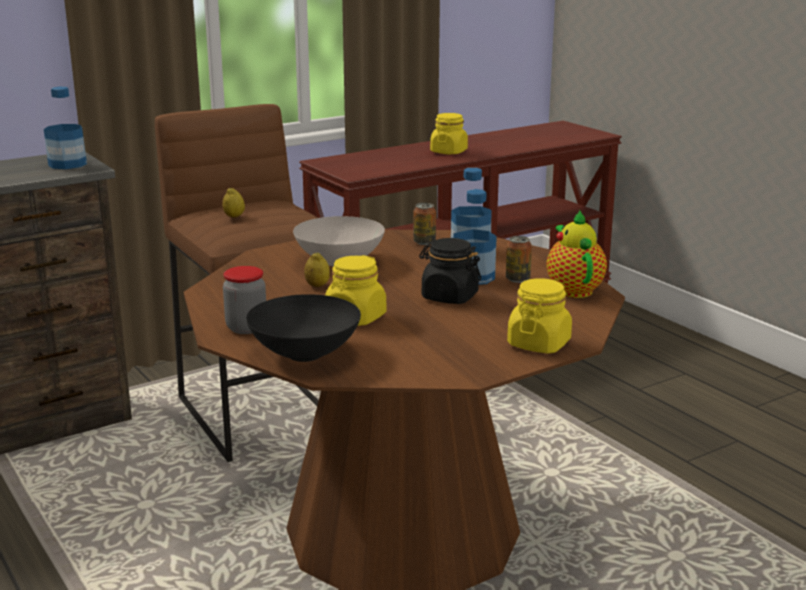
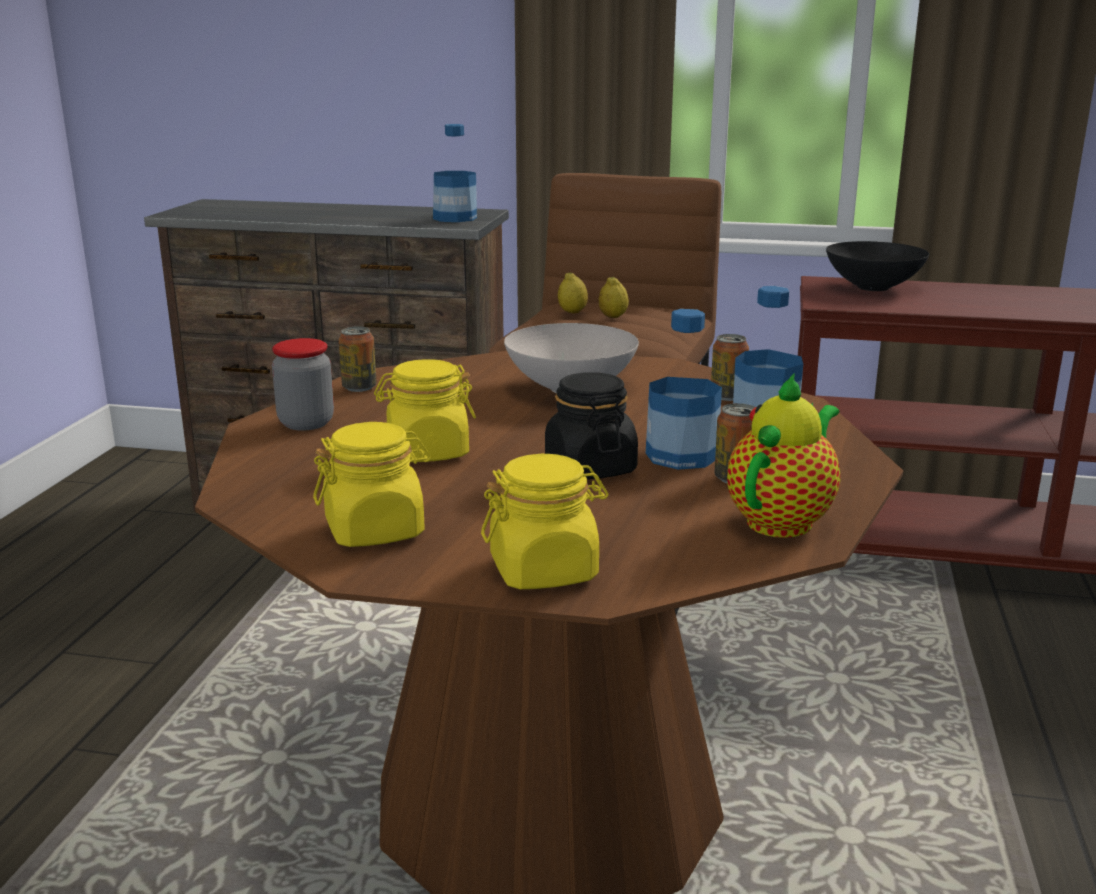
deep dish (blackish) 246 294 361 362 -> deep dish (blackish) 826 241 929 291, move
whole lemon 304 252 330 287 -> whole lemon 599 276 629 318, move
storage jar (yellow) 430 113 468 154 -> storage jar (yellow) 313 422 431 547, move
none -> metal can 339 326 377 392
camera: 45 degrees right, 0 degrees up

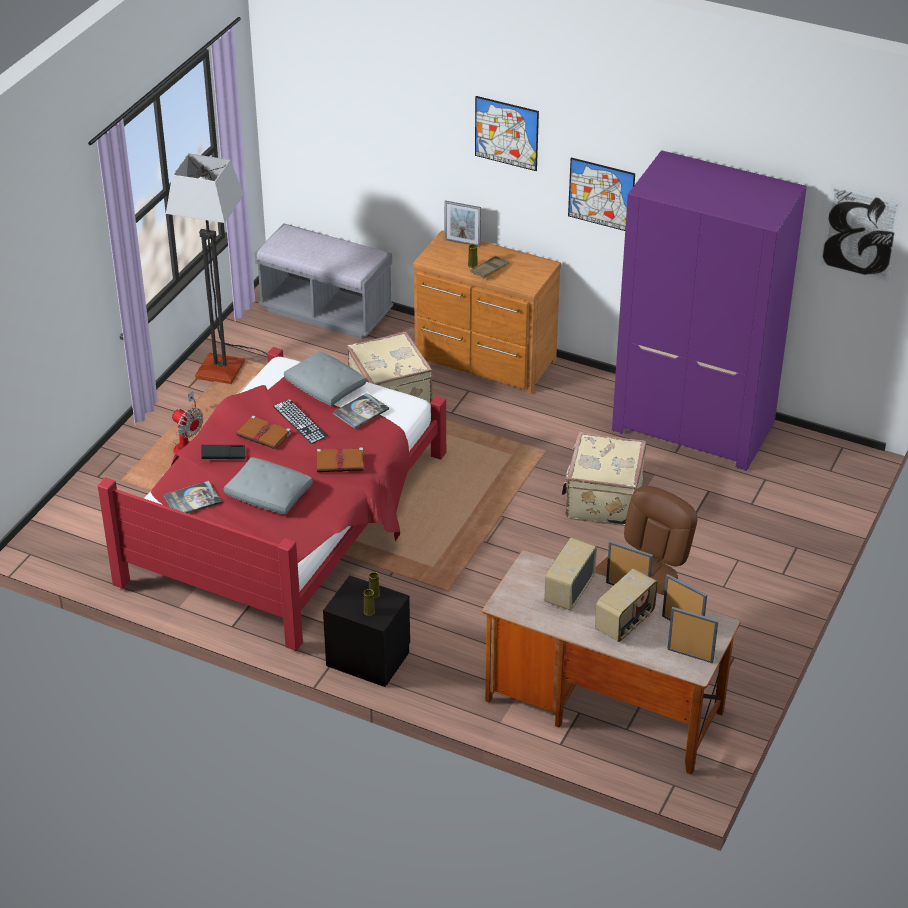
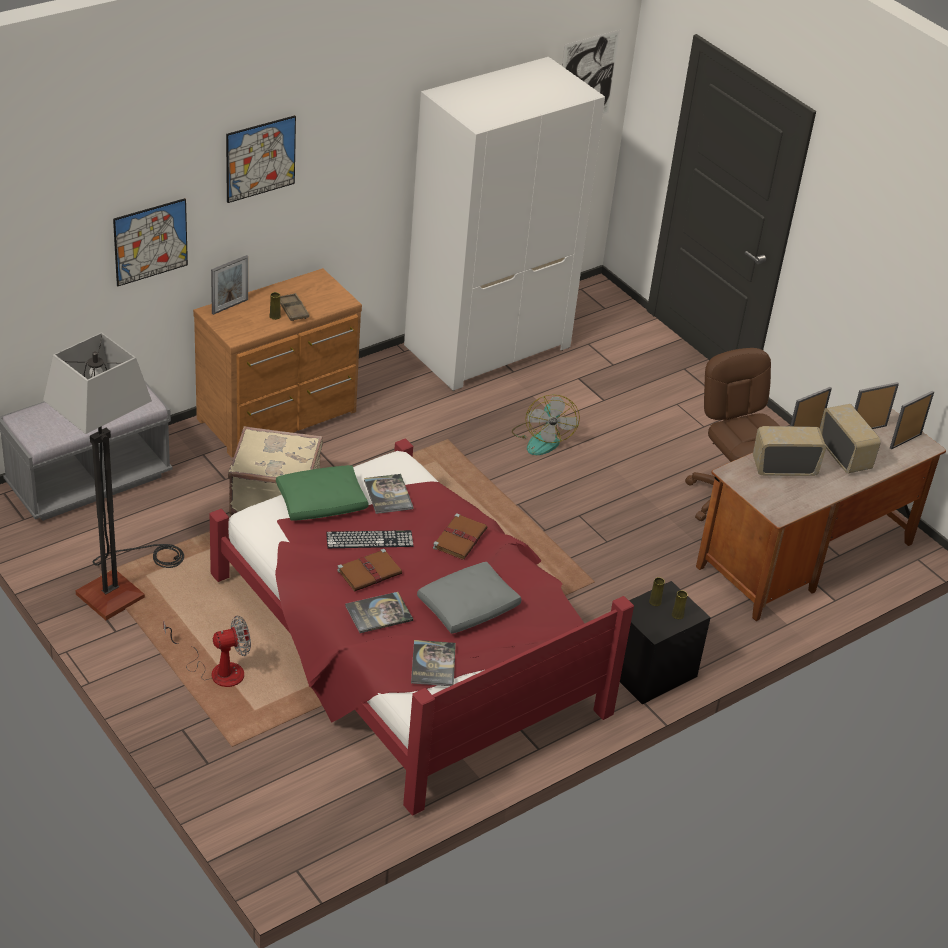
carrying tray (blackish) 201 445 245 459 -> volume 345 592 413 633
cushion (gray) 284 351 366 406 -> cushion (green) 276 465 369 521
radio 544 537 597 611 -> radio 753 426 826 476, 120 degrees clockwise
travel case (sand-coloured) 562 432 646 526 -> cooling fan 512 394 580 455
wall art 568 157 635 231 -> wall art 113 198 188 286, move
clothes cupboard (purple) 612 150 807 471 -> clothes cupboard (white-coloured) 404 57 605 391
camera: 65 degrees left, 0 degrees up

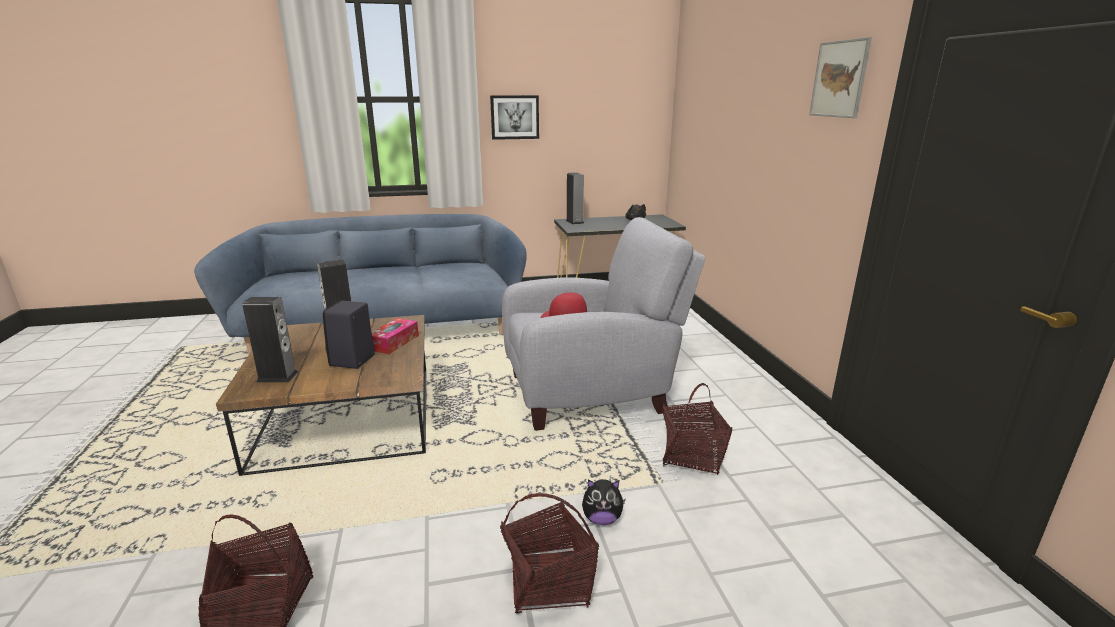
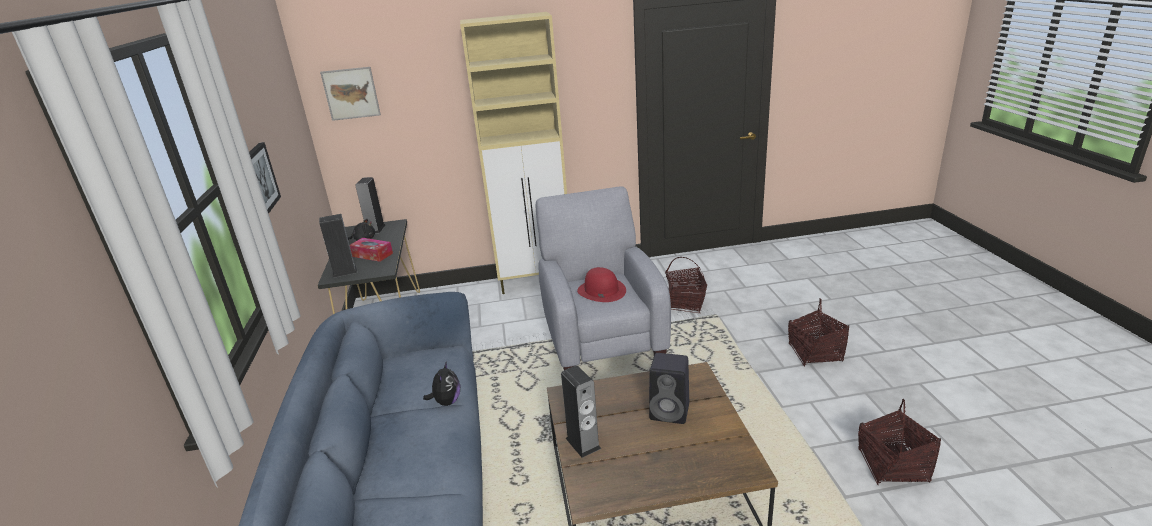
audio speaker 242 297 298 382 -> audio speaker 355 177 385 233, move
tissue holder 372 318 419 354 -> tissue holder 350 238 393 262, move
cuddly toy 582 479 626 525 -> cuddly toy 423 361 460 406, move
wall art 809 37 872 118 -> wall art 320 67 381 121, move
none -> cupboard (sand-coloured) 460 12 567 294
camera: 85 degrees left, 5 degrees up

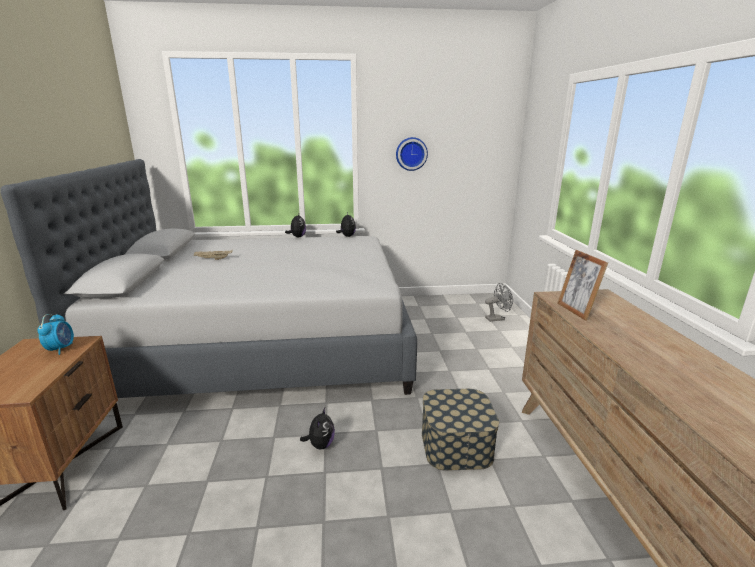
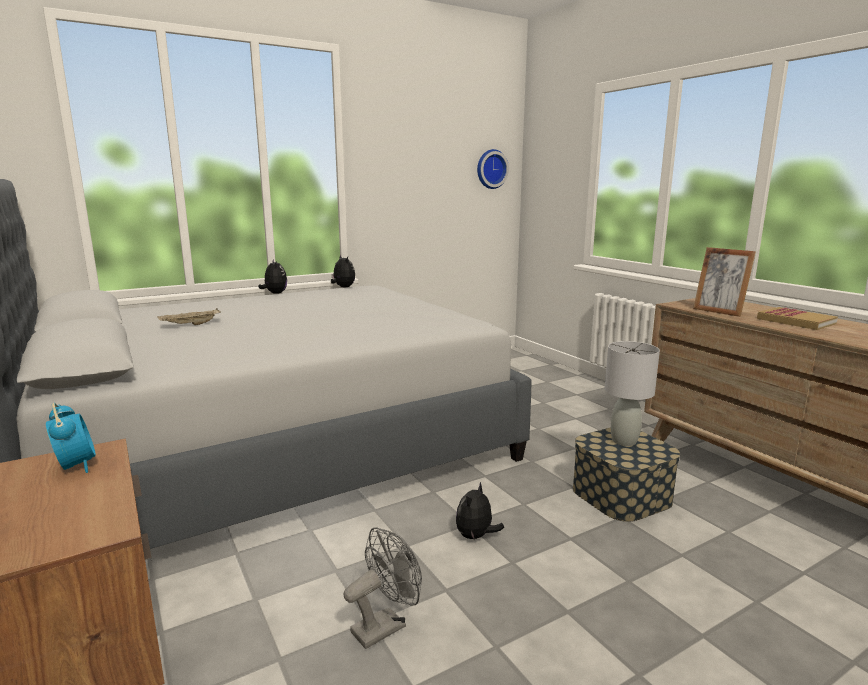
cuddly toy 300 408 335 449 -> cuddly toy 456 482 504 540, 135 degrees counterclockwise
hanging clock 396 137 428 171 -> hanging clock 477 149 509 189, move
cooling fan (gray) 485 283 513 322 -> cooling fan (gray) 343 527 422 649, move
none -> tabletop lamp (gray) 605 341 660 446
none -> volume 757 307 838 330
camera: 25 degrees left, 5 degrees down

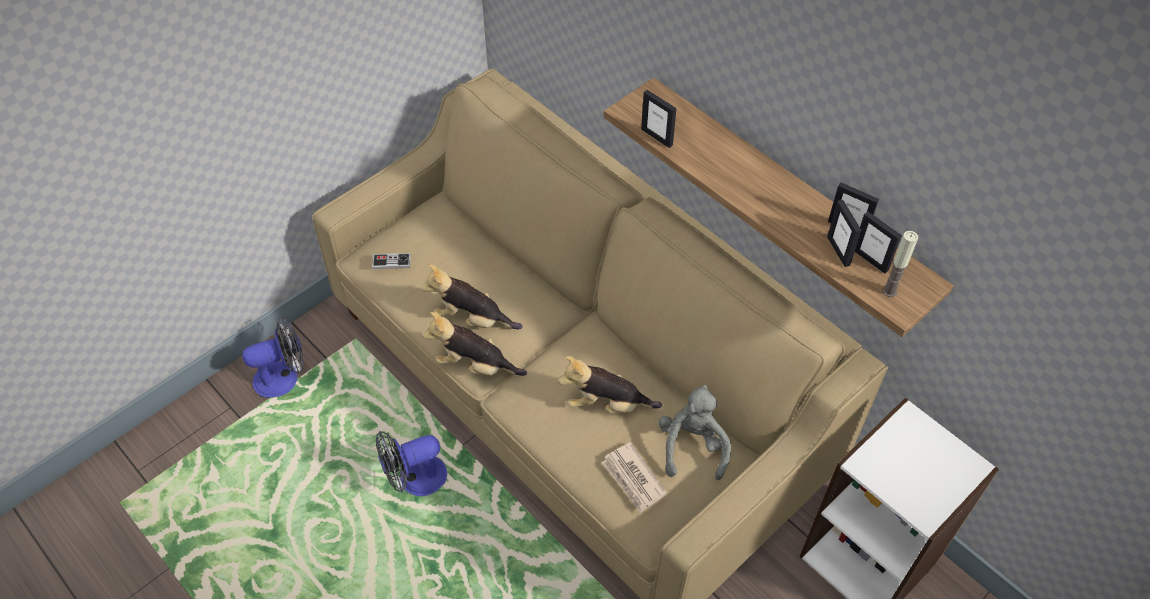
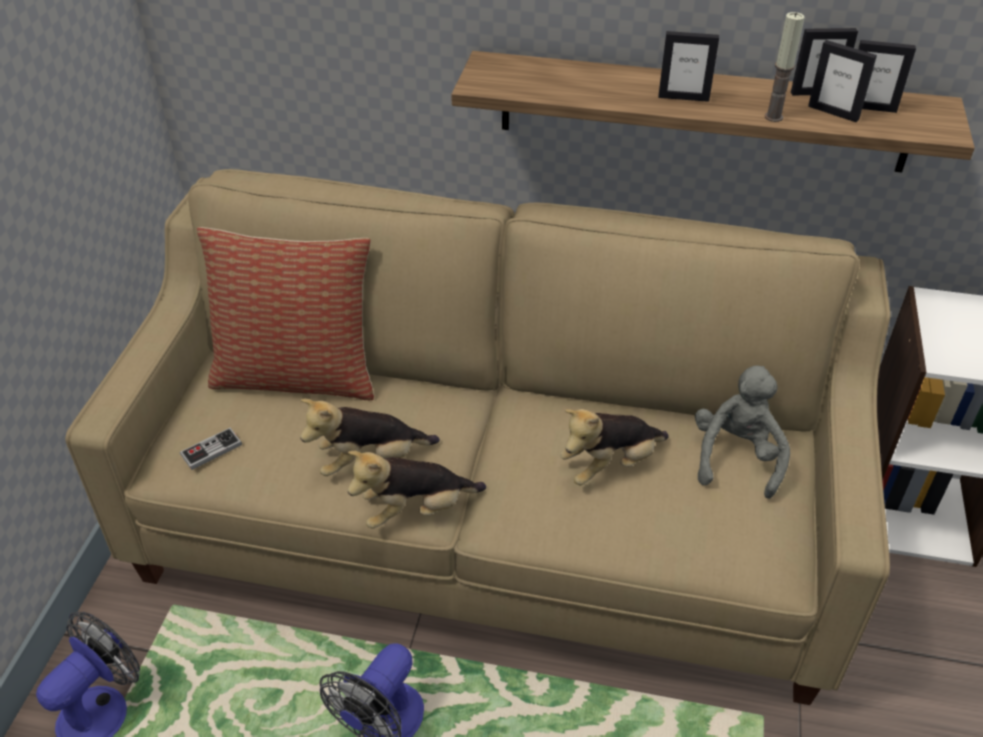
newspaper 602 442 667 513 -> none
photo frame 641 90 677 148 -> photo frame 658 31 719 102, move
cuddly toy (gray) 658 385 731 480 -> cuddly toy (gray) 695 365 790 499, 45 degrees clockwise
wax candle 882 231 918 297 -> wax candle 765 12 805 122, move
none -> cushion 197 227 374 400
camera: 35 degrees left, 10 degrees down

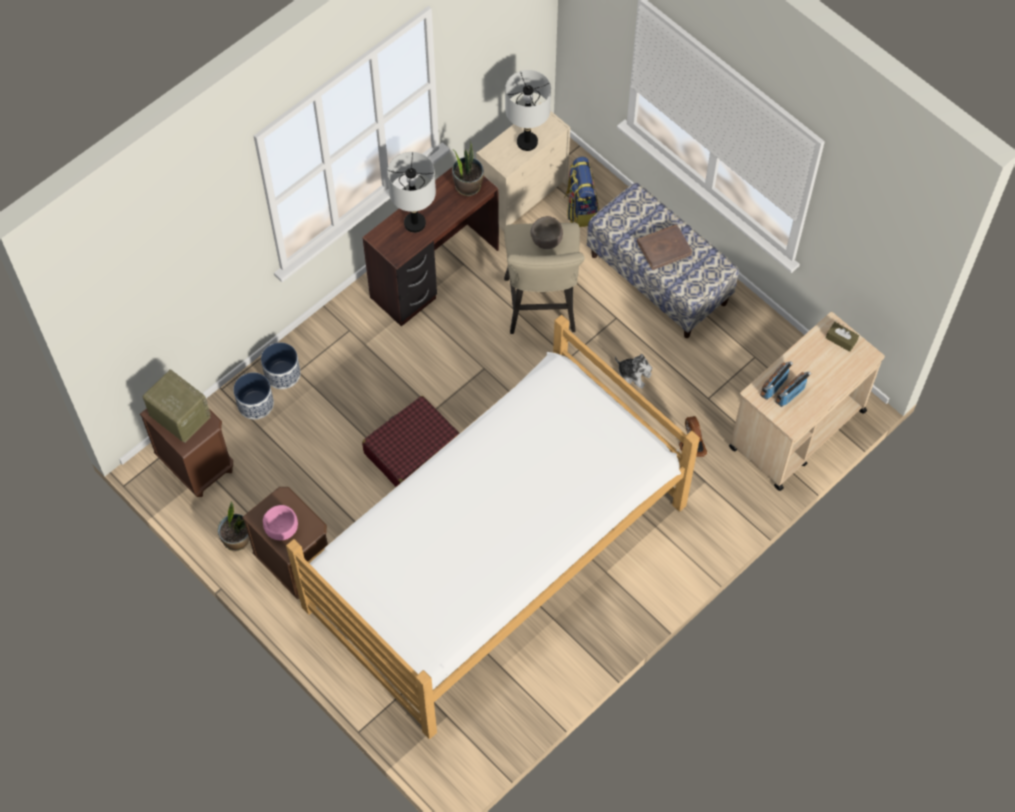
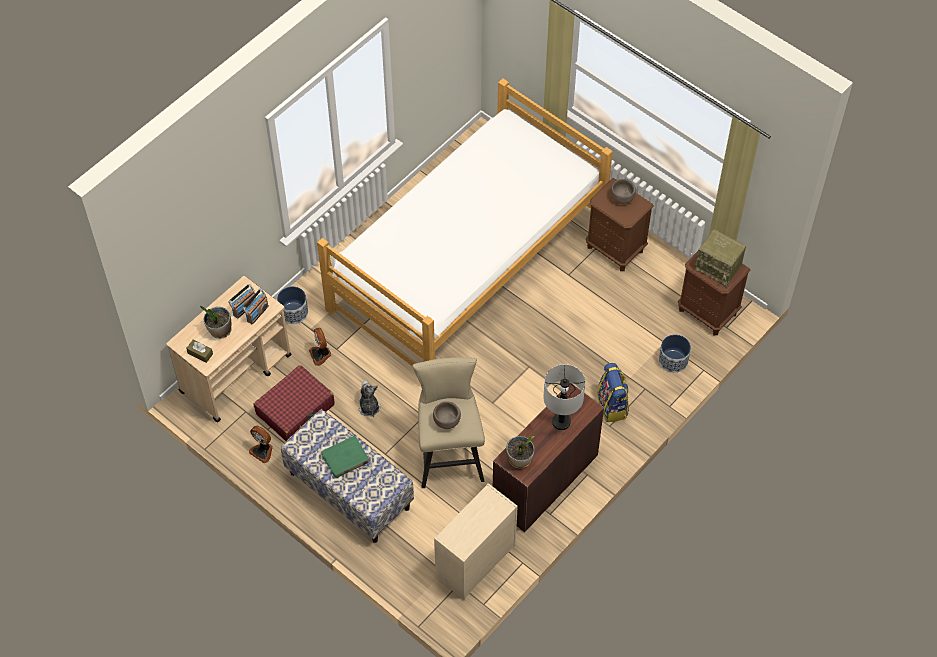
houseplant 218 501 250 551 -> houseplant 200 306 232 339, move
planter 261 342 301 389 -> planter 277 286 308 324, move
deep dish (pinkish) 263 505 298 540 -> deep dish (brownish) 610 179 636 204
travel case (red-coloured) 362 396 459 487 -> travel case (red-coloured) 254 365 335 441, move
tabletop lamp (gray) 505 70 551 151 -> none
backpack 564 157 599 227 -> backpack 597 363 629 422, move
cuddly toy 615 354 652 389 -> cuddly toy 358 381 380 417, 45 degrees clockwise
volume (brownish) 637 224 692 270 -> volume (green) 321 436 369 478
none -> cooling fan 249 426 273 463
camera: 175 degrees right, 5 degrees down

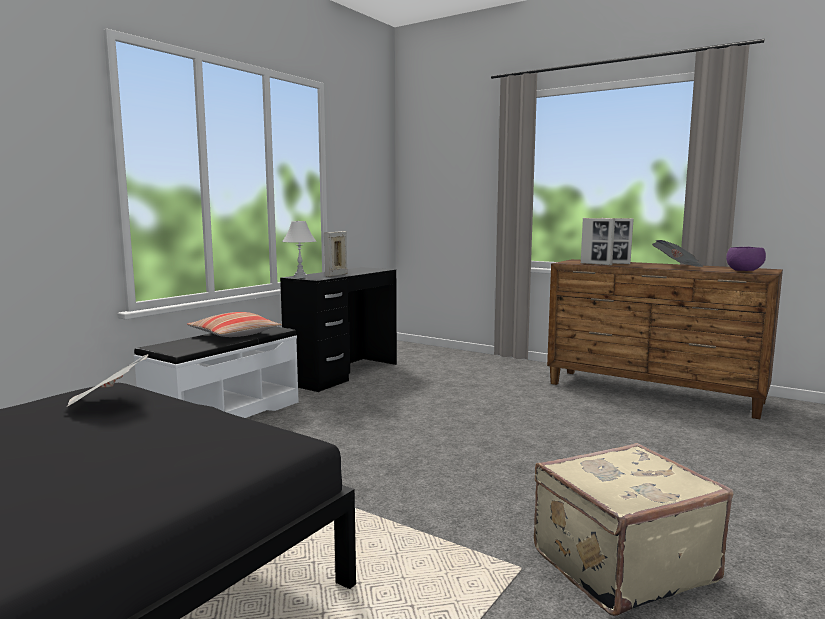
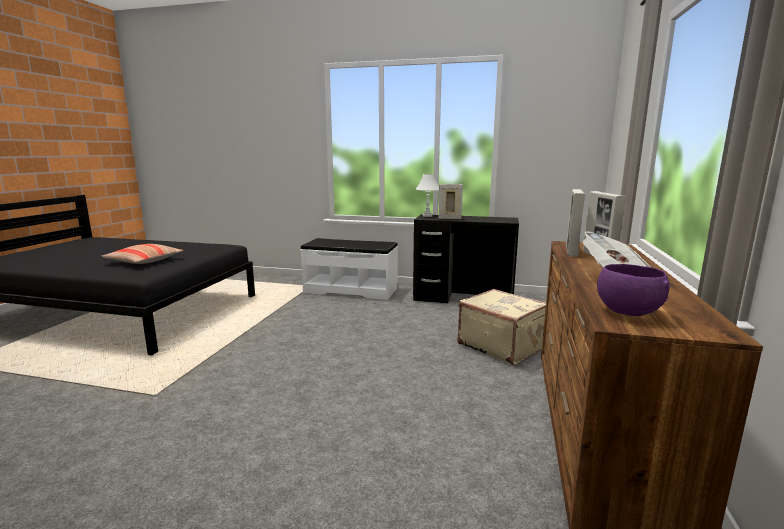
newspaper 67 354 149 407 -> none
cushion 187 312 282 337 -> cushion 102 244 183 264, move
travel case (sand-coloured) 534 443 733 616 -> travel case (sand-coloured) 457 289 546 365, move
camera: 70 degrees right, 5 degrees up

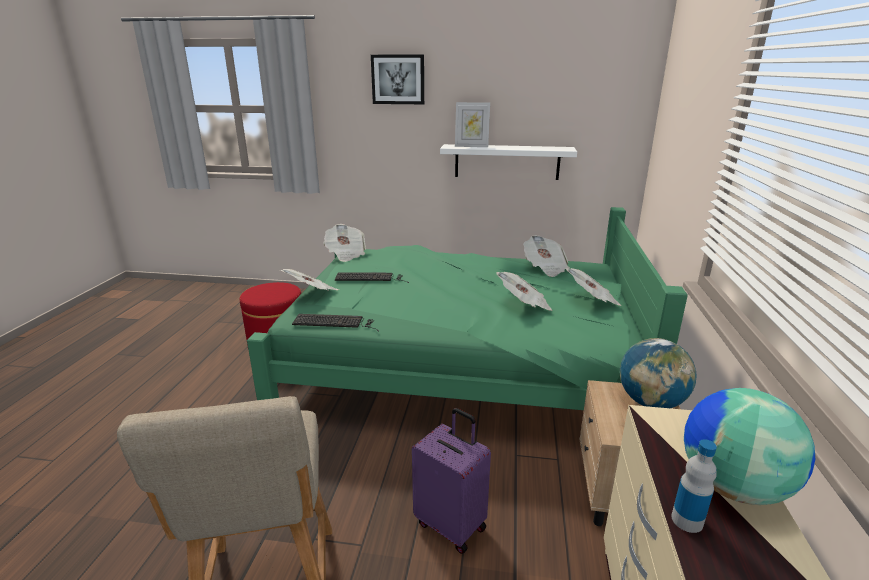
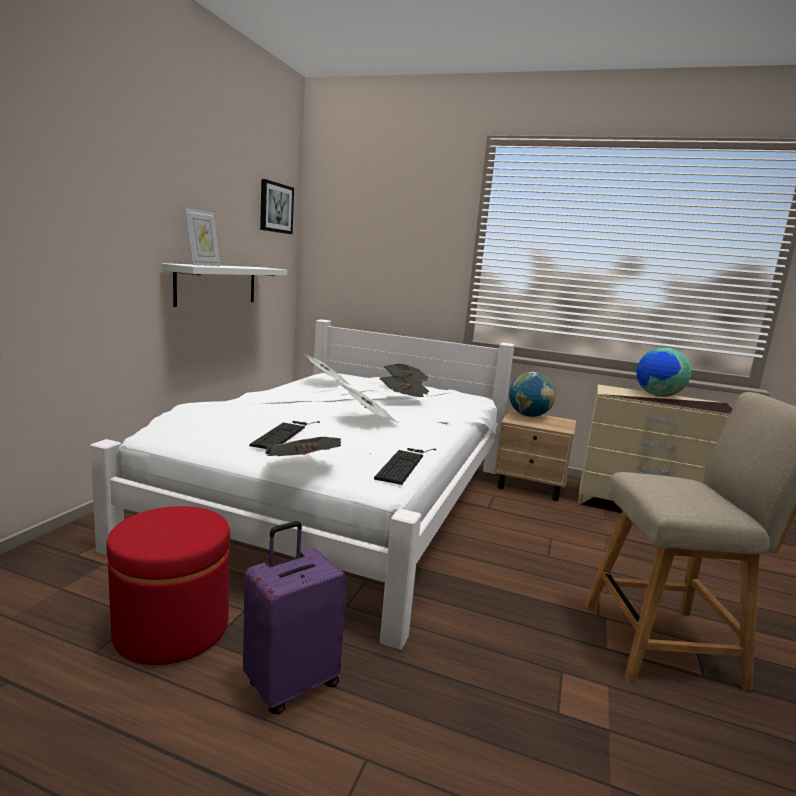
bed (green) 247 207 688 410 -> bed (white-coloured) 90 319 515 650
newspaper 323 224 366 262 -> newspaper 339 384 399 423, move
wall art 371 54 424 104 -> wall art 260 179 294 234, move
travel case (purple) 412 408 491 554 -> travel case (purple) 243 521 347 714, move
beverage bottle 671 439 717 533 -> none
camera: 80 degrees left, 10 degrees down

